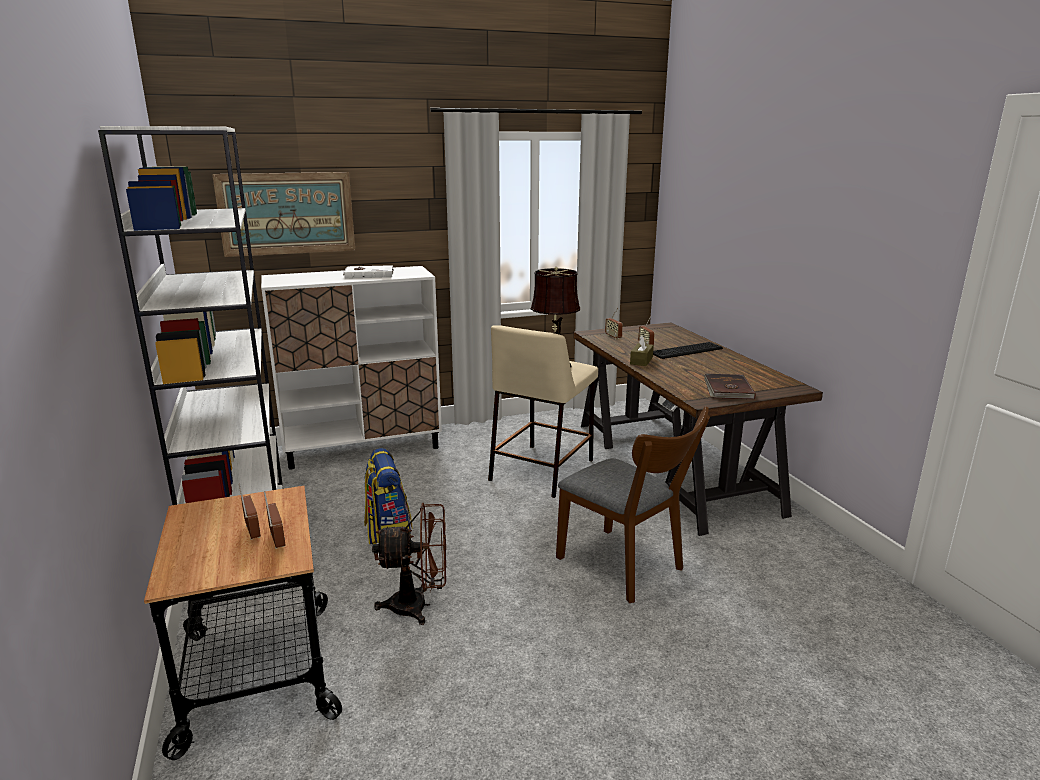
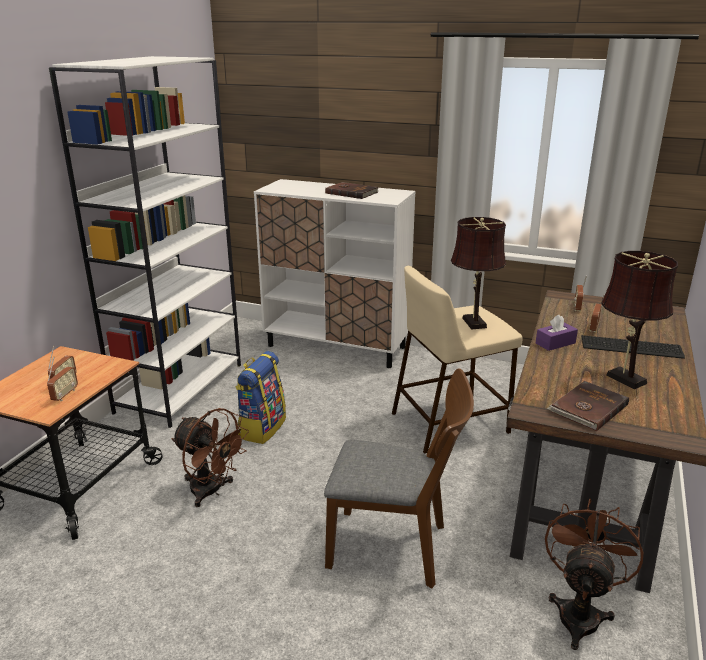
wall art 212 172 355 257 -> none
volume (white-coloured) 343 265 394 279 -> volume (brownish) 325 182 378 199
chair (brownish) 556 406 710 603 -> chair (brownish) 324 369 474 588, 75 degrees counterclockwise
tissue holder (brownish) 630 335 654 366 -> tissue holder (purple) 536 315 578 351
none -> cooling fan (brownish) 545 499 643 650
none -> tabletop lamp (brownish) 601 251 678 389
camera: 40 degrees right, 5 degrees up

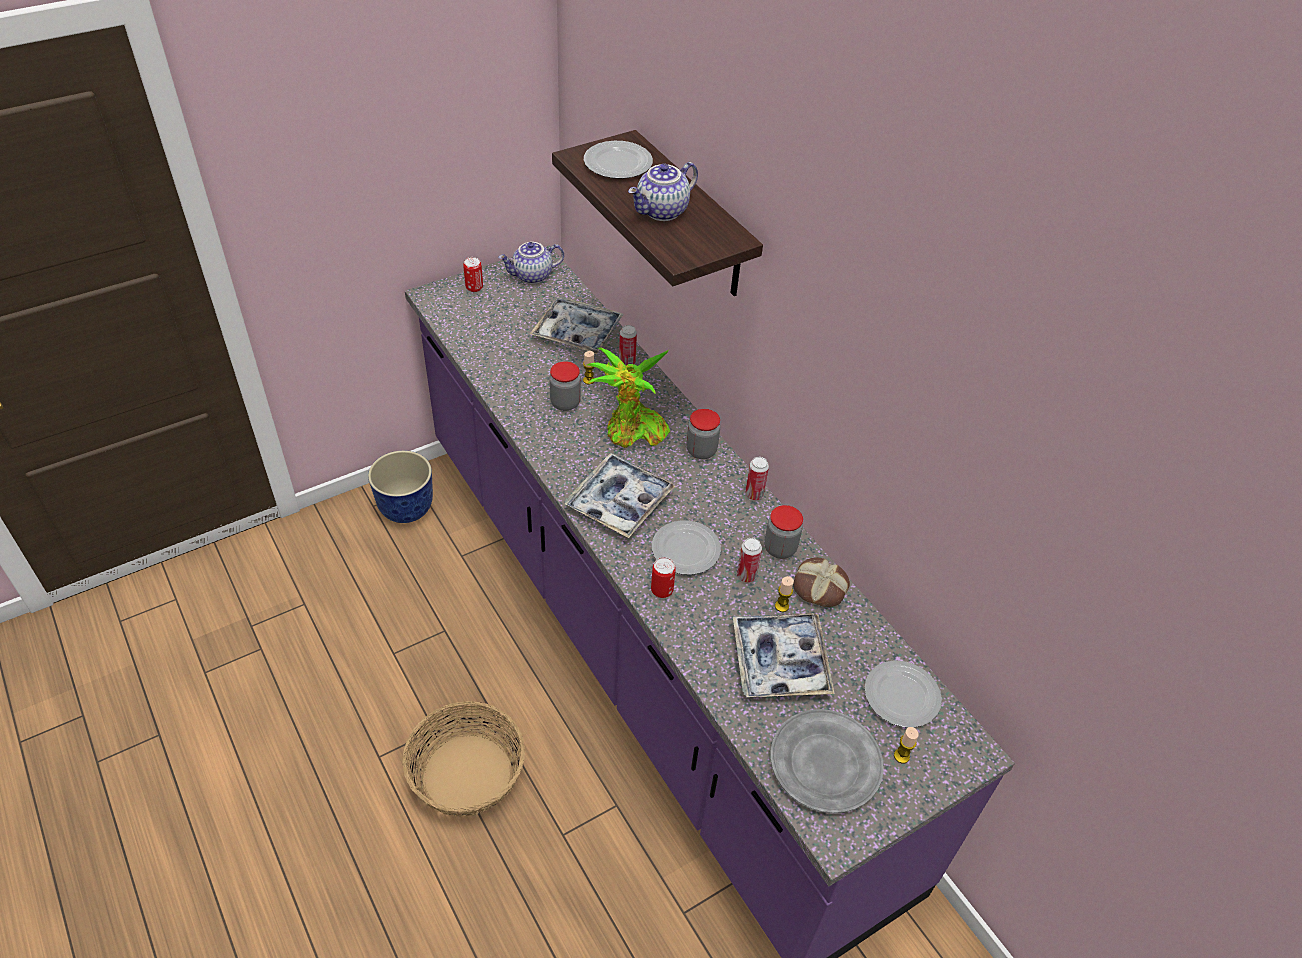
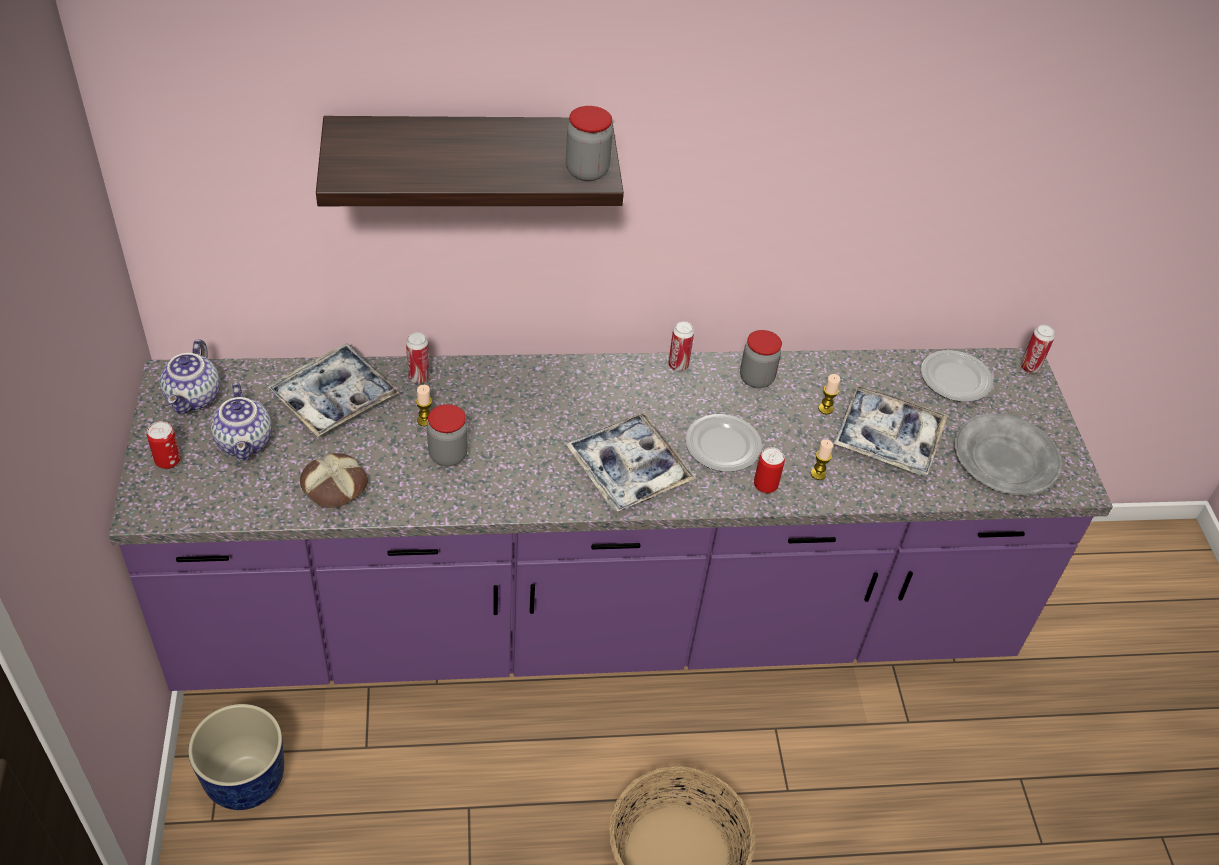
flat dish 584 141 653 179 -> none
houseplant 587 348 670 448 -> none
teapot 628 162 698 221 -> teapot 211 383 272 461, move
storage jar 686 409 720 459 -> storage jar 566 106 613 181, move
metal can 737 538 762 583 -> metal can 1020 325 1055 373, move
bakery bread 793 558 850 607 -> bakery bread 300 453 368 508, move
wax candle 894 727 919 763 -> wax candle 811 439 833 480, move
camera: 65 degrees left, 0 degrees up

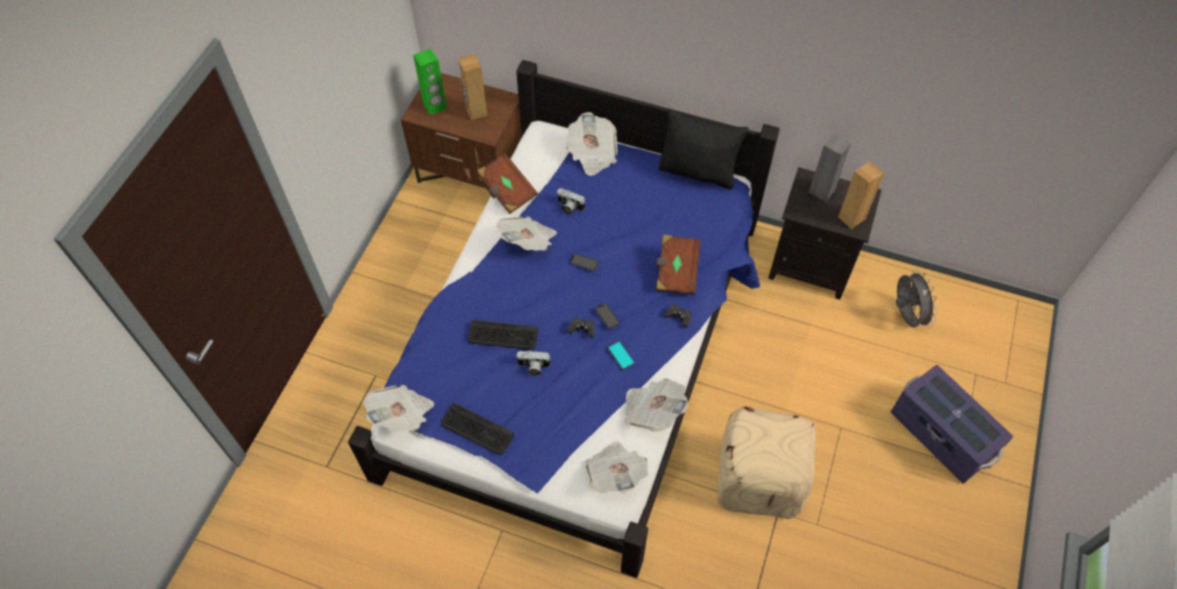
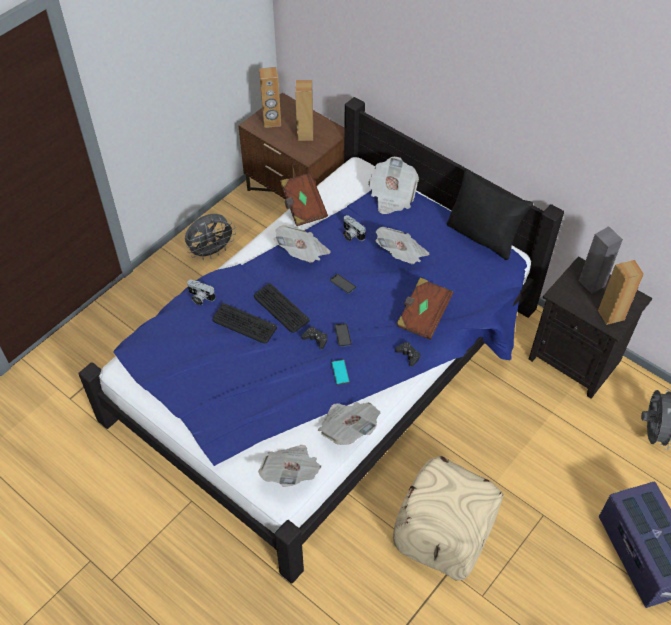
newspaper 363 385 434 433 -> newspaper 375 227 429 264, move
audio speaker (green) 413 48 447 115 -> audio speaker (brownish) 259 67 281 128
keyboard 441 403 514 455 -> keyboard 254 283 309 333, move
photo camera 516 351 551 376 -> photo camera 187 280 215 305, move
none -> cooling fan (gray) 185 214 236 260
camera: 20 degrees right, 5 degrees down

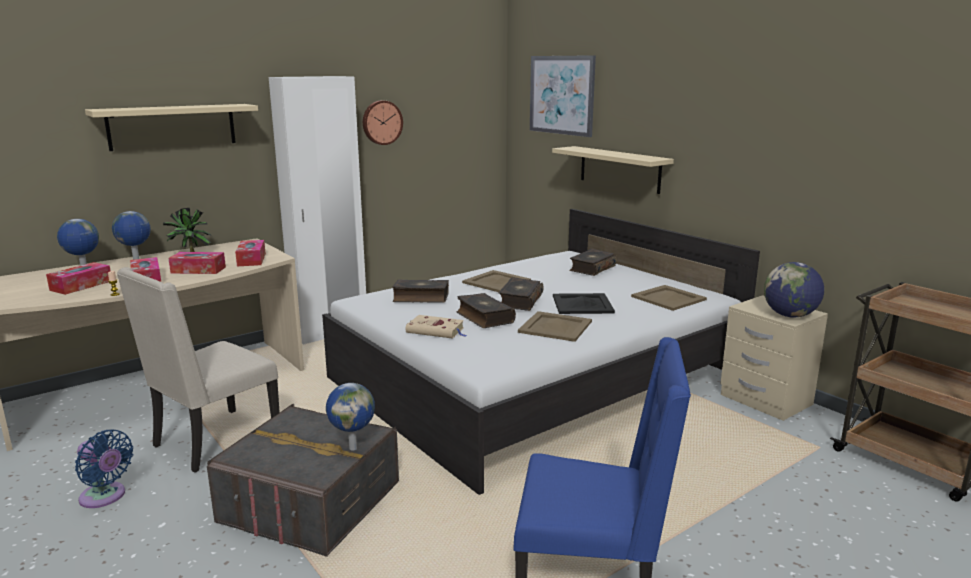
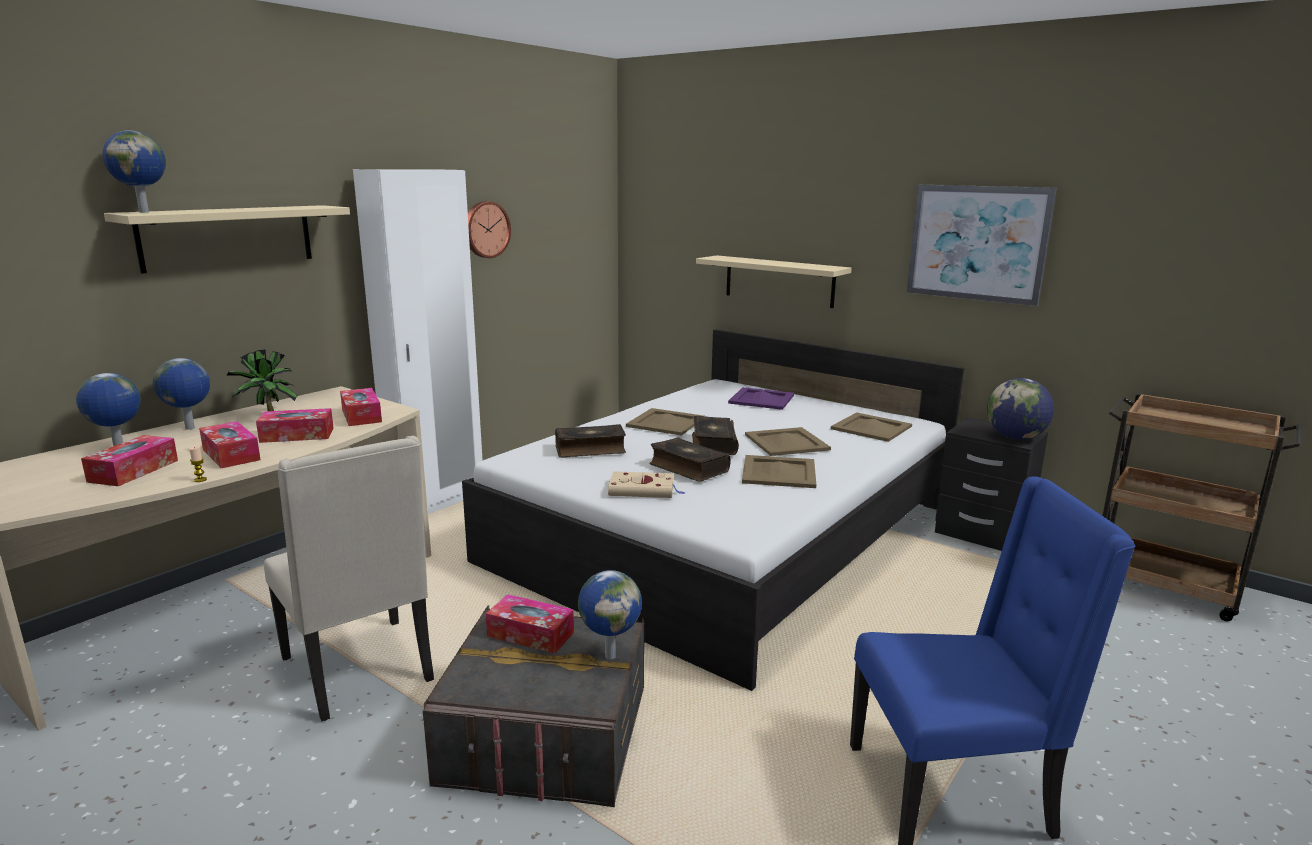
cooling fan (blue) 75 430 133 508 -> none
chair (sand-coloured) 117 267 280 473 -> chair (sand-coloured) 264 435 434 721, 60 degrees counterclockwise
wall art 530 55 596 137 -> wall art 907 185 1057 306, move
carrying tray (blackish) 553 293 615 314 -> carrying tray (sand-coloured) 745 427 831 456
volume 569 249 617 276 -> carrying tray (purple) 728 387 794 410
bedside table (sand-coloured) 721 295 828 421 -> bedside table (blackish) 935 417 1048 551
none -> desk globe 102 130 166 213
none -> tissue holder 486 594 574 654
camera: 15 degrees left, 0 degrees up

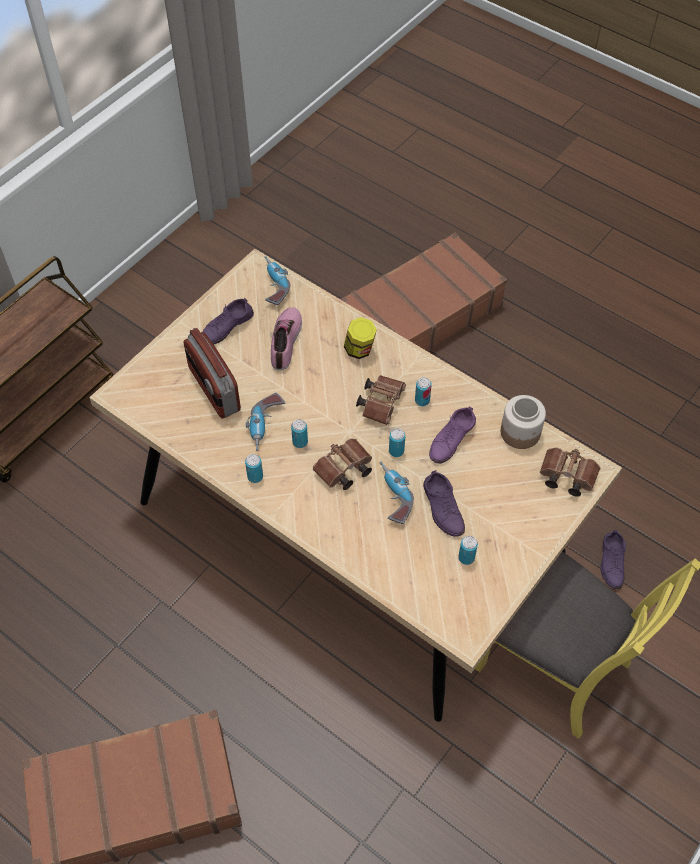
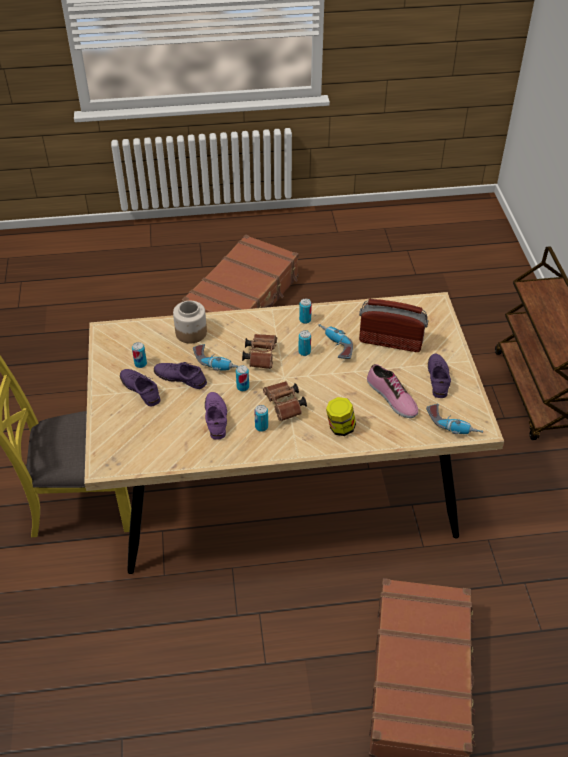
storage jar 501 395 546 449 -> storage jar 173 301 207 344, move
field glasses (brownish) 540 448 600 497 -> none
low shoe (purple) 600 530 626 589 -> low shoe (purple) 120 369 161 407, move
camera: 135 degrees right, 10 degrees down

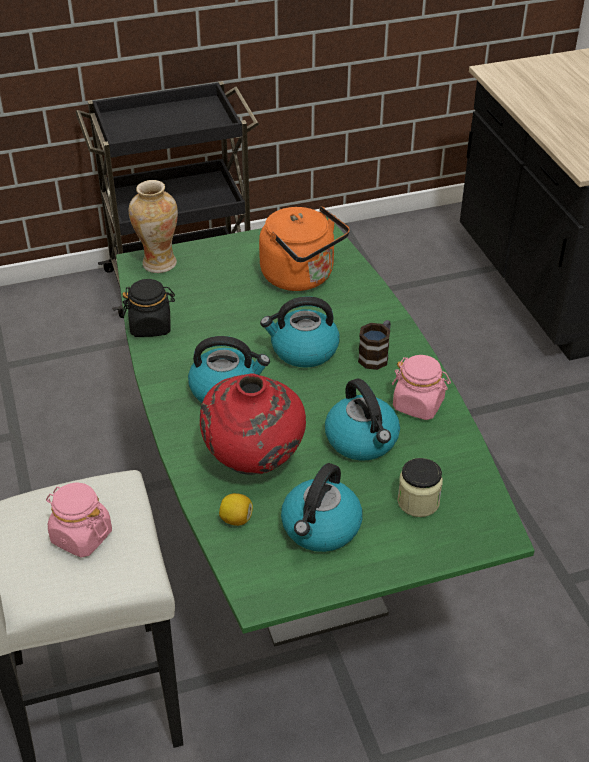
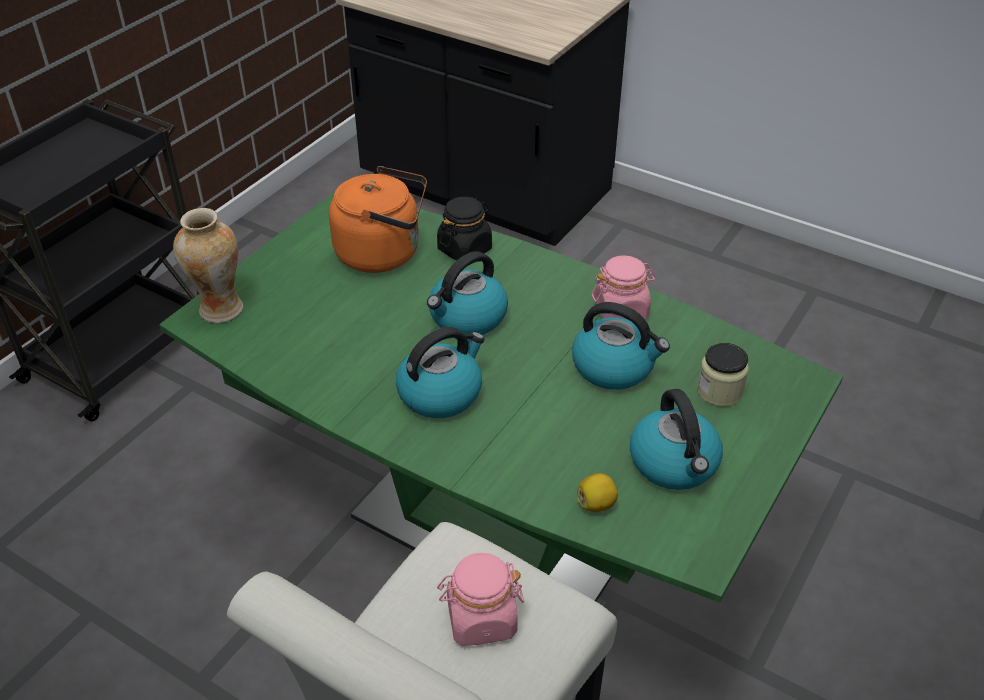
storage jar (blackish) 122 279 175 337 -> storage jar (blackish) 437 197 492 261, move
flower vase (red-coloured) 200 374 306 475 -> none
mug 358 320 391 370 -> none
camera: 40 degrees left, 0 degrees up

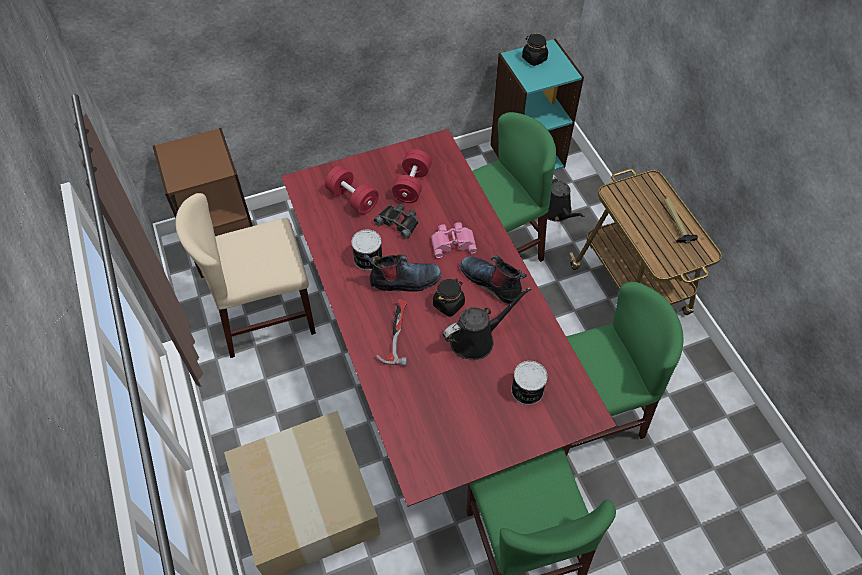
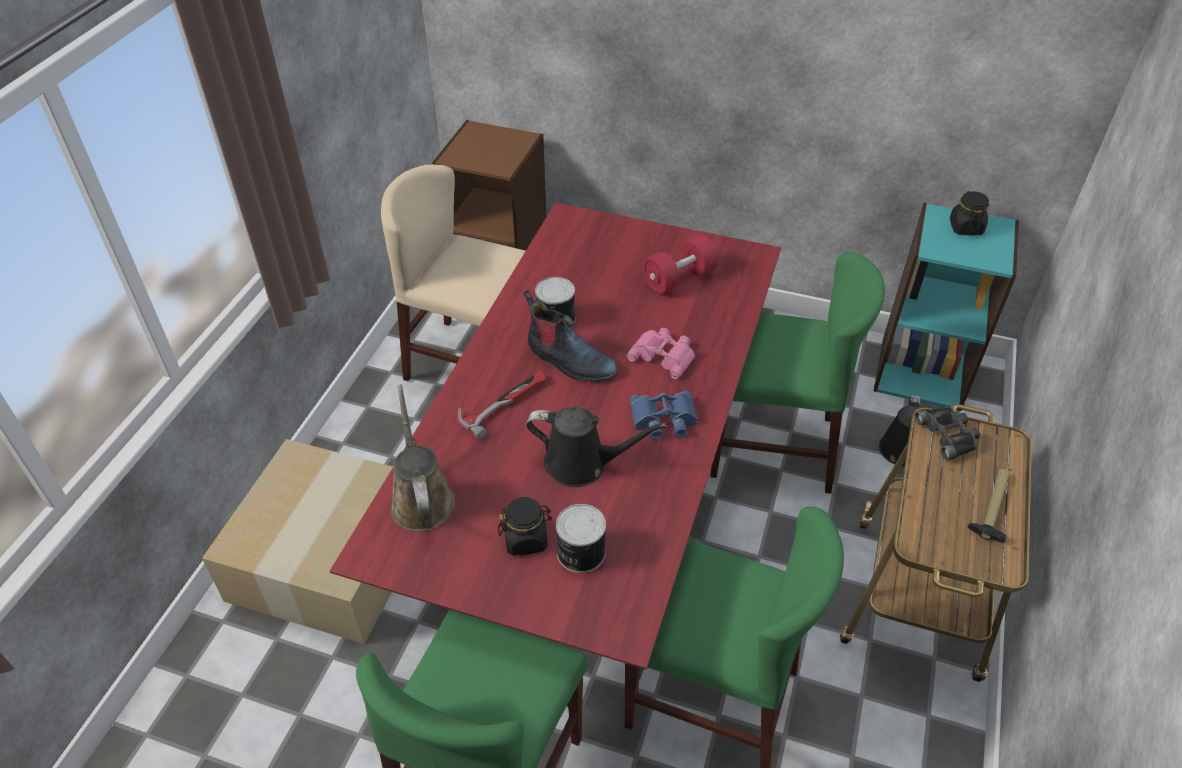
hand weight (red-coloured) 325 165 379 214 -> none
field glasses (blackish) 374 204 419 239 -> field glasses (blackish) 914 407 980 461, move
storage jar (blackish) 433 279 465 317 -> storage jar (blackish) 498 497 552 556, move
boot 460 255 527 304 -> field glasses (blue) 630 391 698 440
none -> watering pot (brownish) 390 384 455 532
camera: 40 degrees right, 10 degrees down

